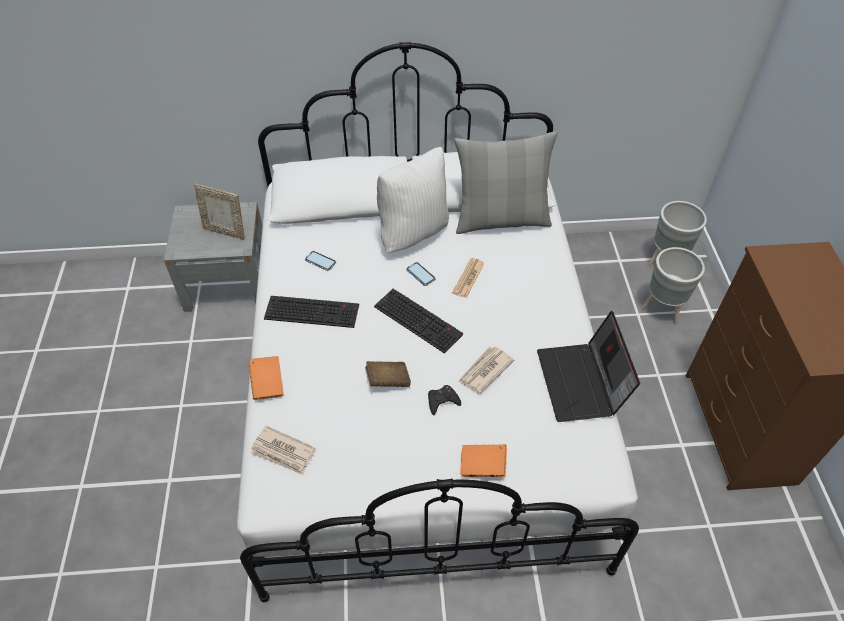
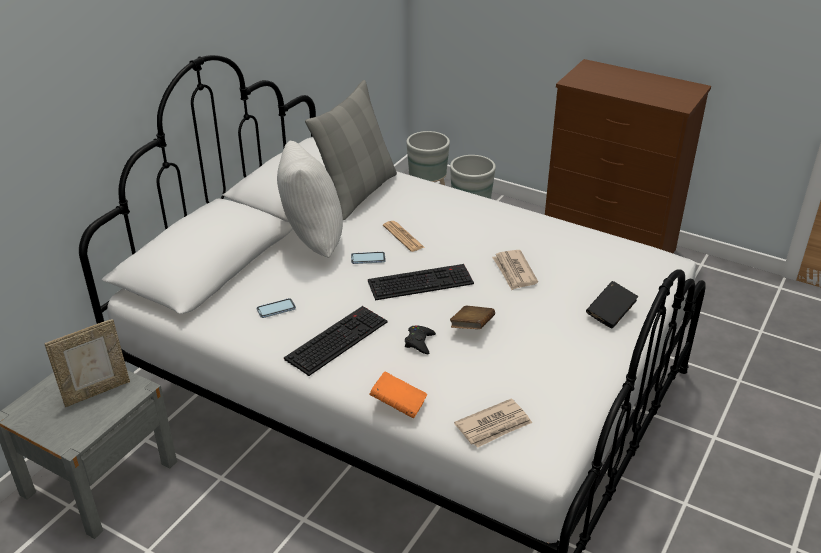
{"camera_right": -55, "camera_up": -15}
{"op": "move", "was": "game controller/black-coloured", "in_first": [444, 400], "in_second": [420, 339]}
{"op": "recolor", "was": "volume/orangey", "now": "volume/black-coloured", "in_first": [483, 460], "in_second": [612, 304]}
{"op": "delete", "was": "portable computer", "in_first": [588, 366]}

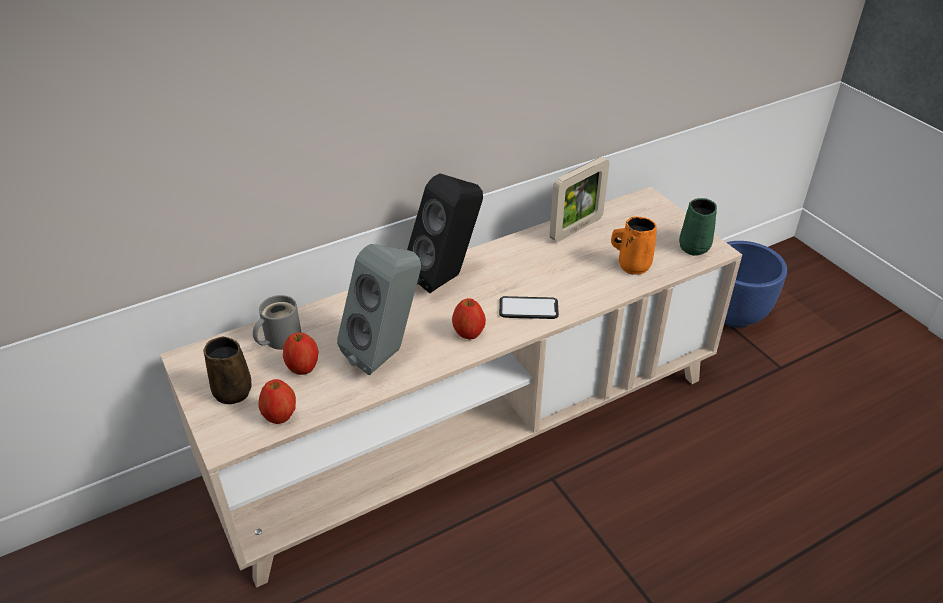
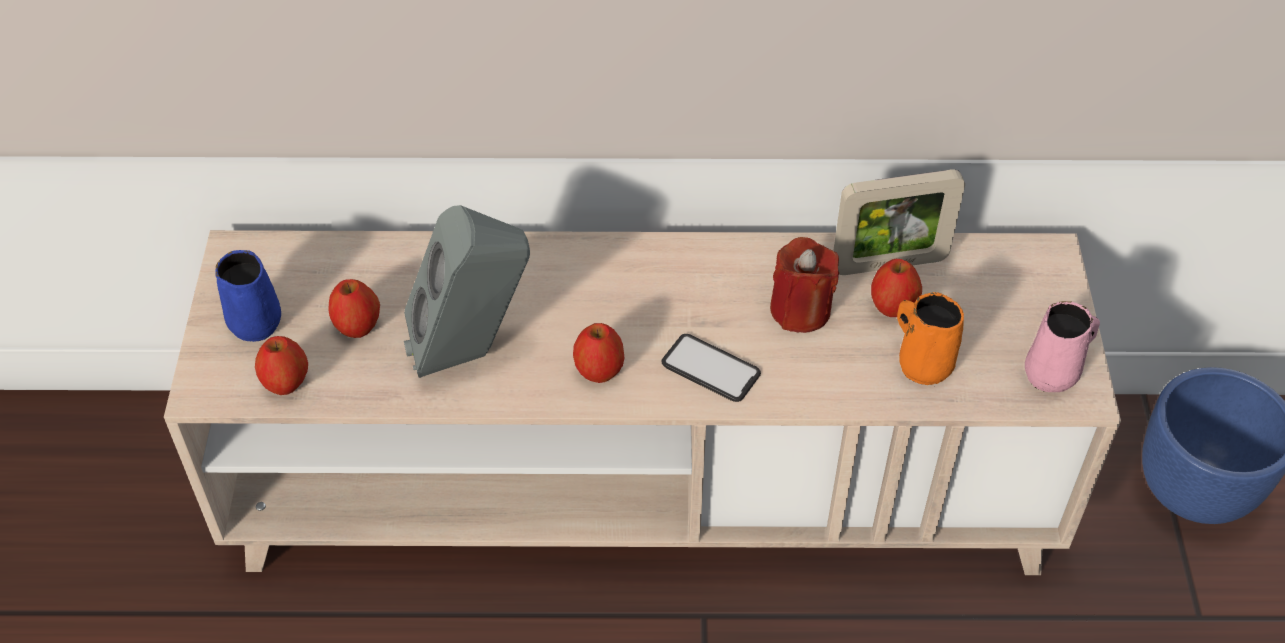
{"camera_right": 30, "camera_up": 10}
{"op": "recolor", "was": "coffee mug/brown", "now": "coffee mug/blue", "in_first": [227, 370], "in_second": [248, 296]}
{"op": "delete", "was": "coffee mug/grey", "in_first": [277, 322]}
{"op": "delete", "was": "speaker/black-coloured", "in_first": [445, 233]}
{"op": "recolor", "was": "coffee mug/green-coloured", "now": "coffee mug/pinkish", "in_first": [698, 227], "in_second": [1062, 346]}
{"op": "insert", "now": "wax candle/reddish", "in_second": [804, 285]}
{"op": "insert", "now": "apple", "in_second": [896, 288]}

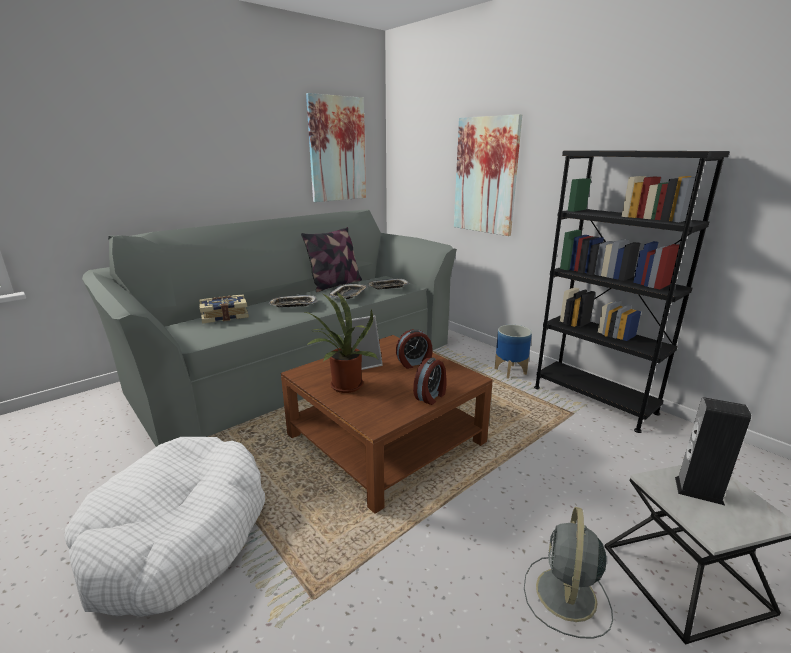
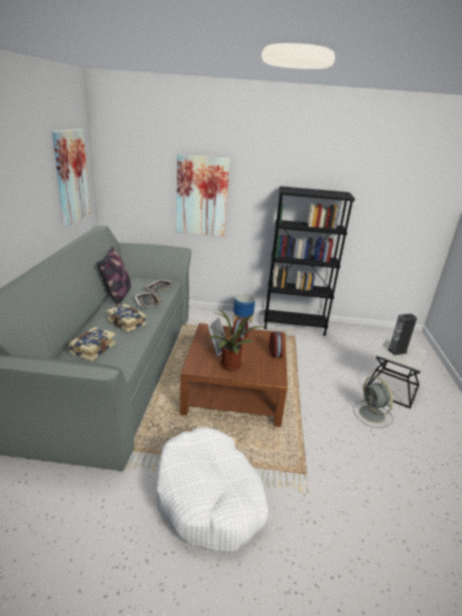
{"camera_right": -45, "camera_up": 5}
{"op": "replace", "was": "tray", "now": "volume", "in_first": [293, 301], "in_second": [126, 318]}

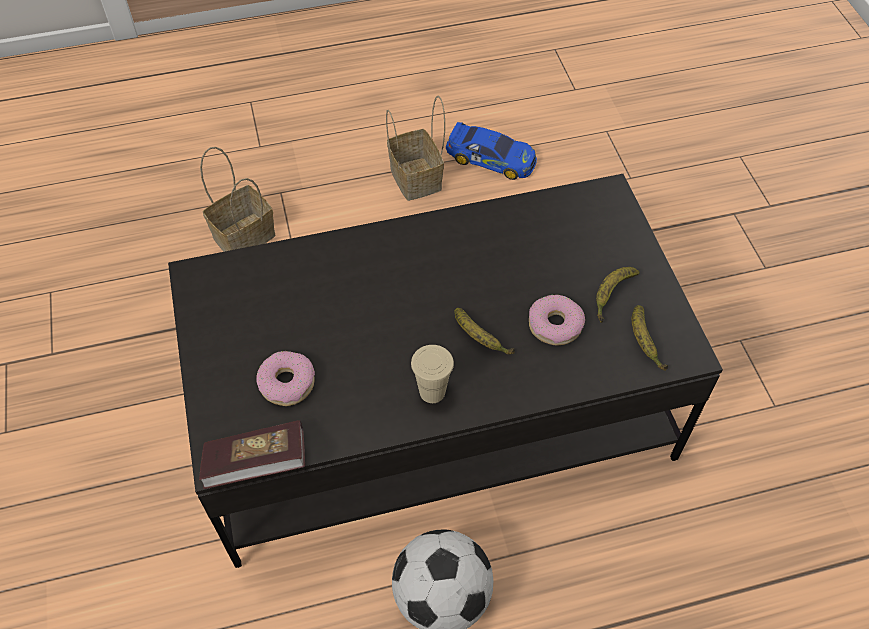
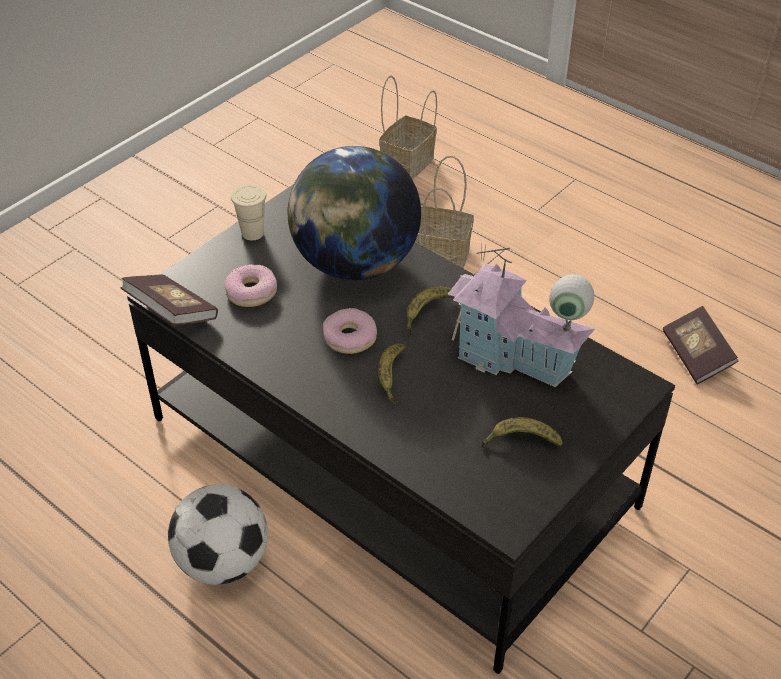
{"camera_right": 55, "camera_up": -10}
{"op": "move", "was": "storage basket", "in_first": [415, 148], "in_second": [408, 127]}
{"op": "move", "was": "cup/beige", "in_first": [432, 374], "in_second": [248, 212]}
{"op": "replace", "was": "toy car", "now": "volume", "in_first": [491, 151], "in_second": [701, 345]}
{"op": "move", "was": "donut", "in_first": [557, 320], "in_second": [350, 331]}
{"op": "move", "was": "whole banana", "in_first": [650, 338], "in_second": [430, 311]}
{"op": "insert", "now": "desk globe", "in_second": [354, 213]}
{"op": "insert", "now": "toy house", "in_second": [521, 315]}

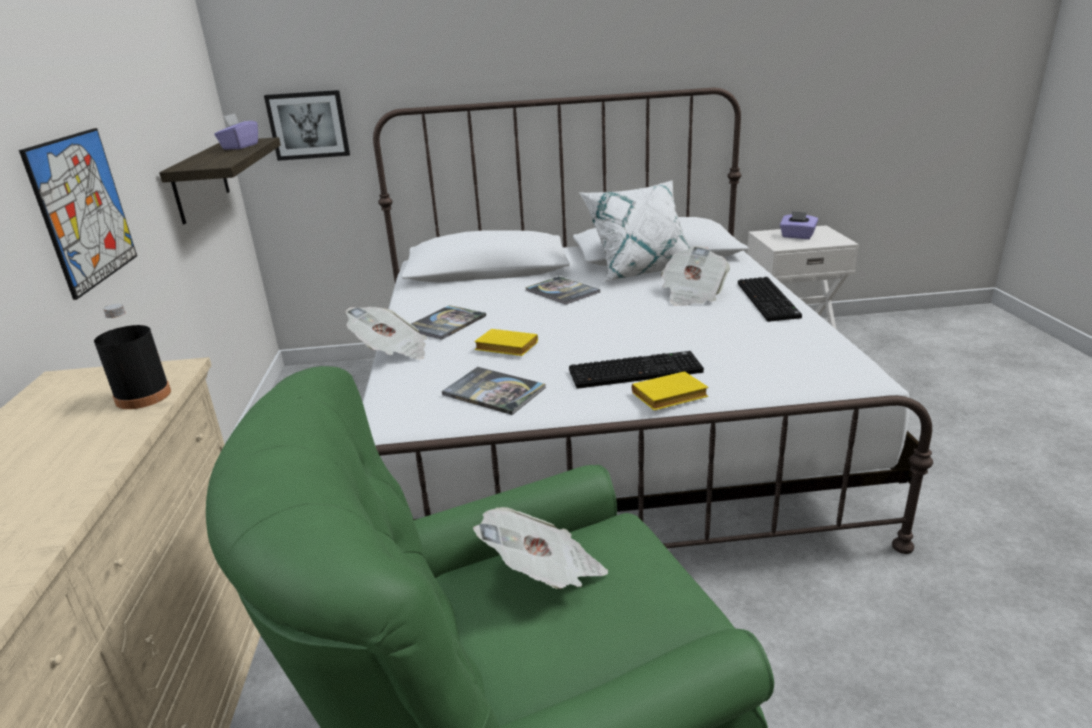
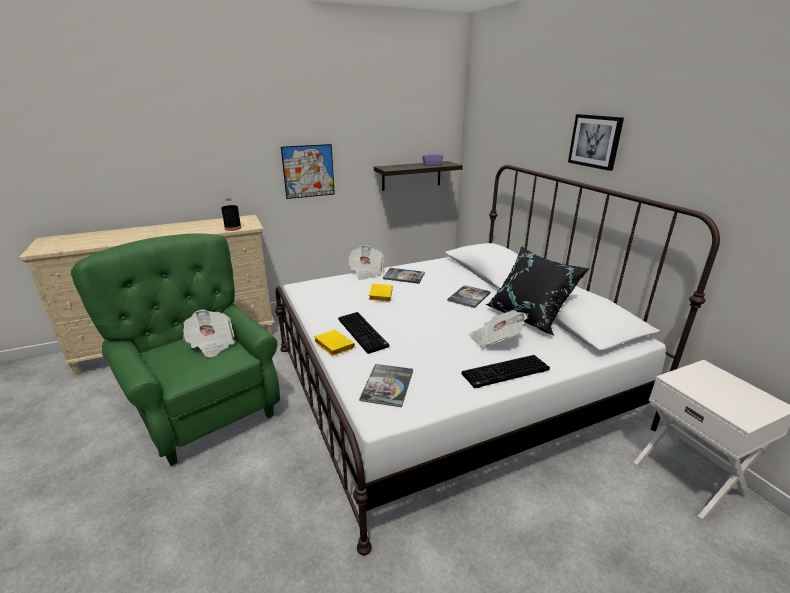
{"camera_right": 70, "camera_up": 0}
{"op": "move", "was": "wall picture", "in_first": [307, 125], "in_second": [596, 142]}
{"op": "move", "was": "volume", "in_first": [494, 391], "in_second": [386, 385]}
{"op": "recolor", "was": "throw pillow/white", "now": "throw pillow/black-coloured", "in_first": [635, 231], "in_second": [537, 291]}
{"op": "delete", "was": "box of tissues/purple", "in_first": [799, 225]}

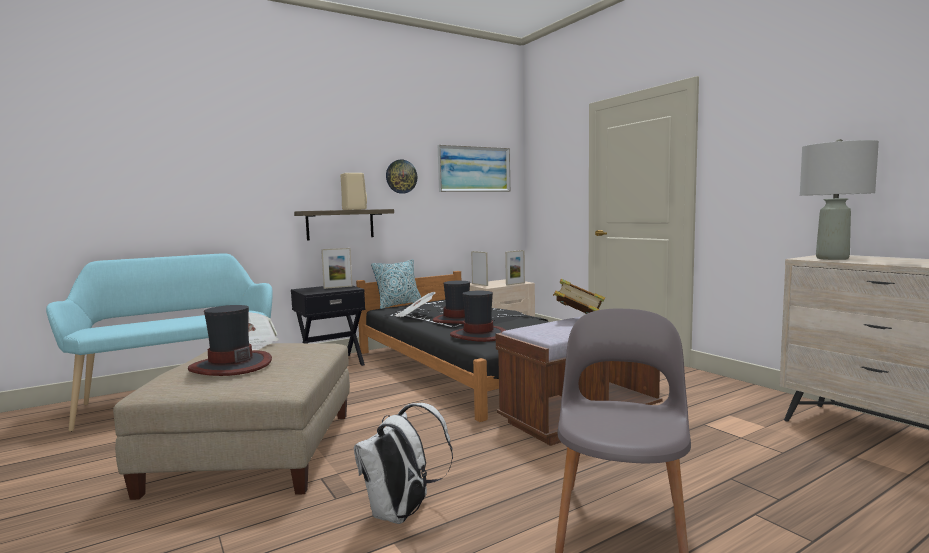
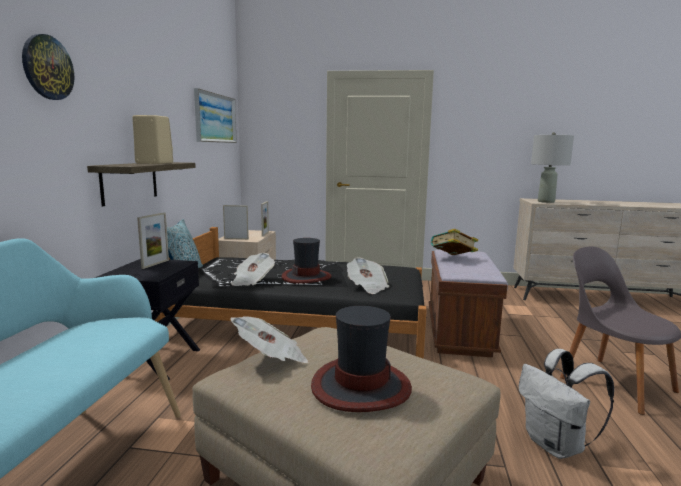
{"camera_right": -50, "camera_up": 5}
{"op": "move", "was": "wall clock", "in_first": [401, 177], "in_second": [48, 67]}
{"op": "replace", "was": "wearable hat", "now": "daily paper", "in_first": [478, 316], "in_second": [368, 275]}

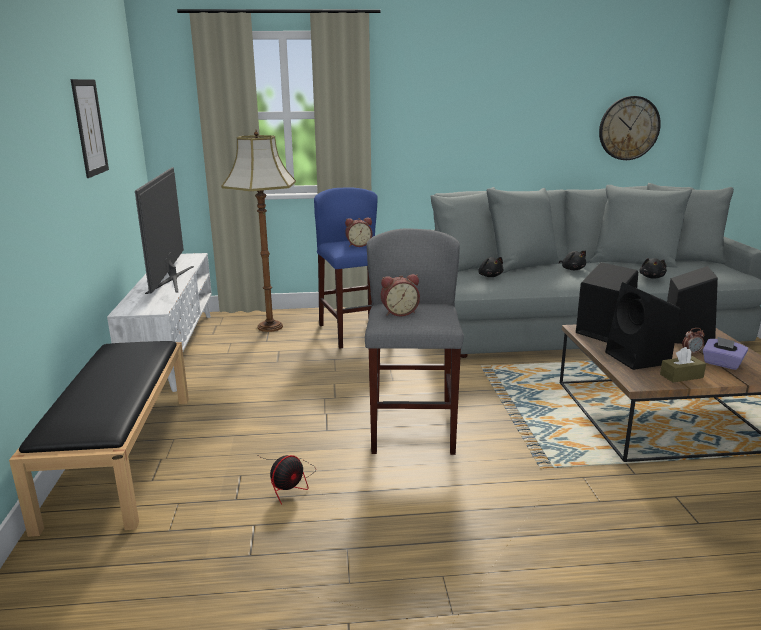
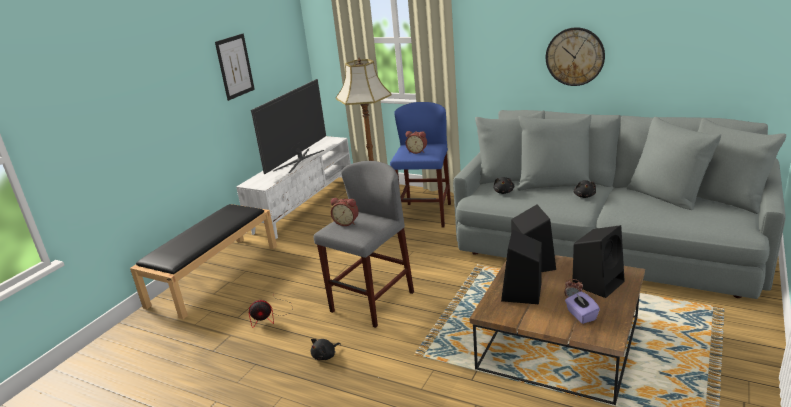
{"camera_right": 35, "camera_up": 5}
{"op": "move", "was": "wall clock", "in_first": [630, 128], "in_second": [575, 56]}
{"op": "move", "was": "soft toy/black-coloured", "in_first": [653, 268], "in_second": [325, 349]}
{"op": "delete", "was": "box of tissues/brown", "in_first": [683, 364]}

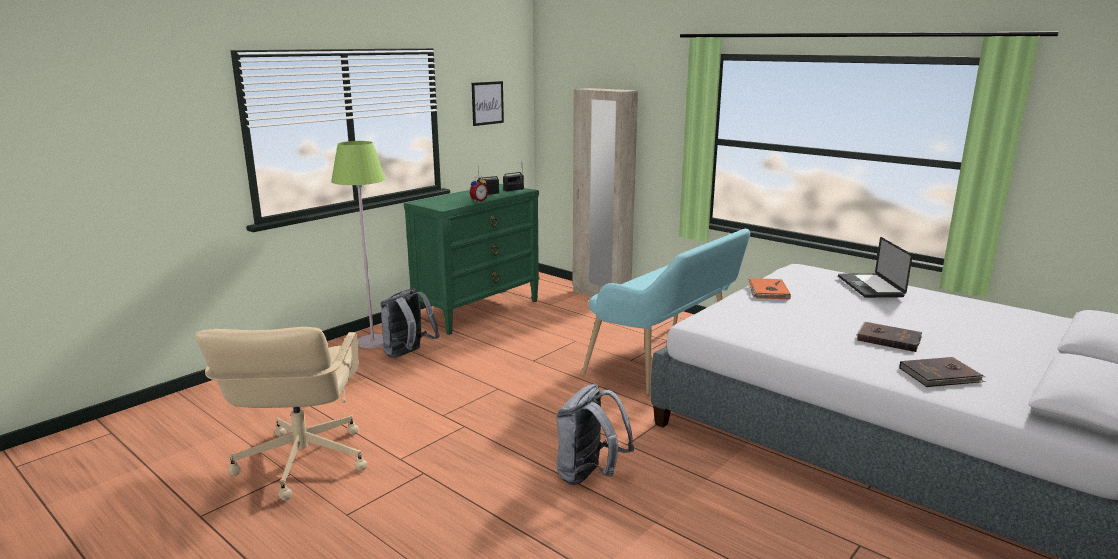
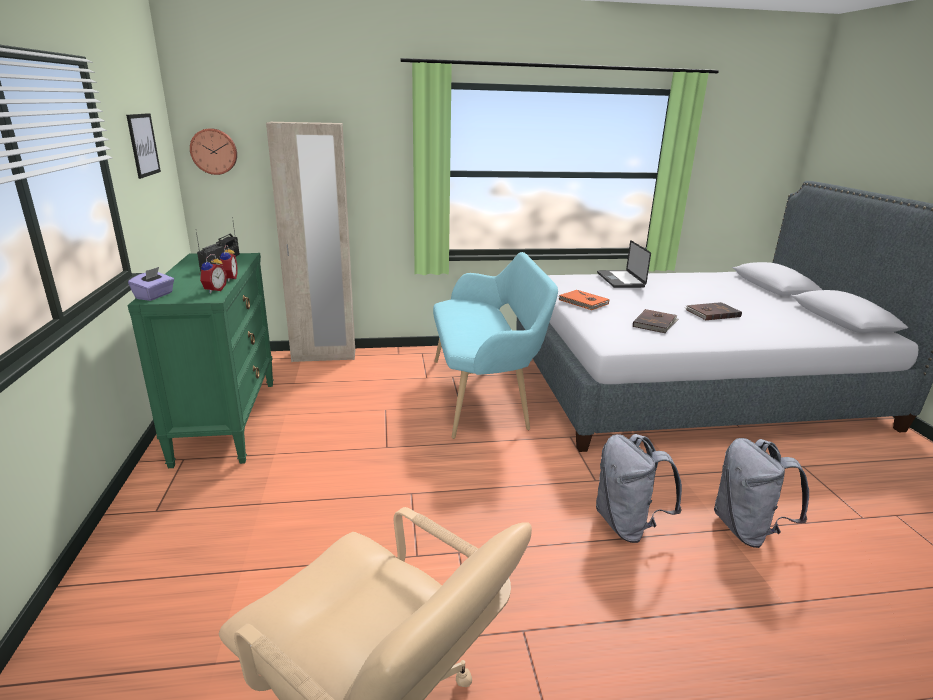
{"camera_right": -50, "camera_up": 5}
{"op": "delete", "was": "floor lamp/green-coloured", "in_first": [358, 245]}
{"op": "move", "was": "backpack/grey", "in_first": [410, 323], "in_second": [761, 493]}
{"op": "rotate", "was": "portable computer", "in_first": [875, 267], "in_second": [624, 264], "clockwise": 45}
{"op": "move", "was": "volume/brown", "in_first": [942, 372], "in_second": [655, 321]}
{"op": "insert", "now": "box of tissues/purple", "in_second": [151, 284]}
{"op": "insert", "now": "wall clock", "in_second": [213, 151]}
{"op": "insert", "now": "bedside clock", "in_second": [213, 273]}

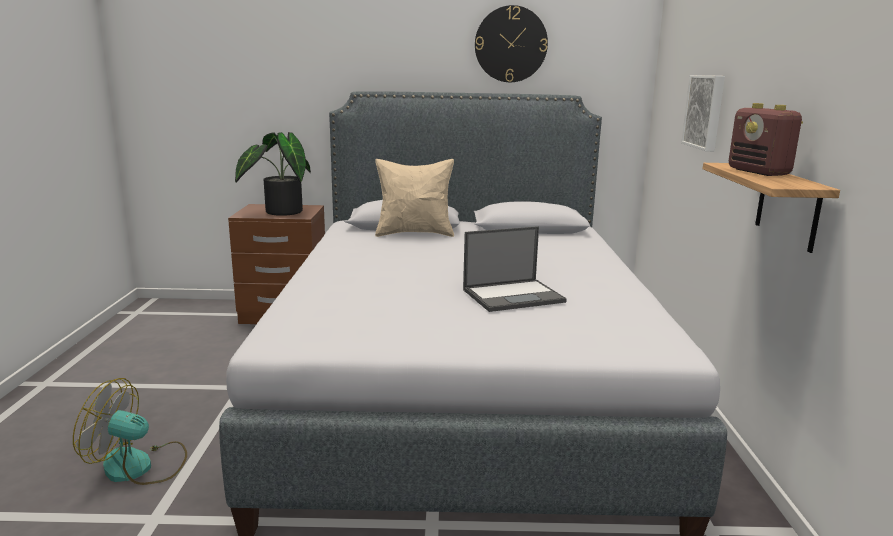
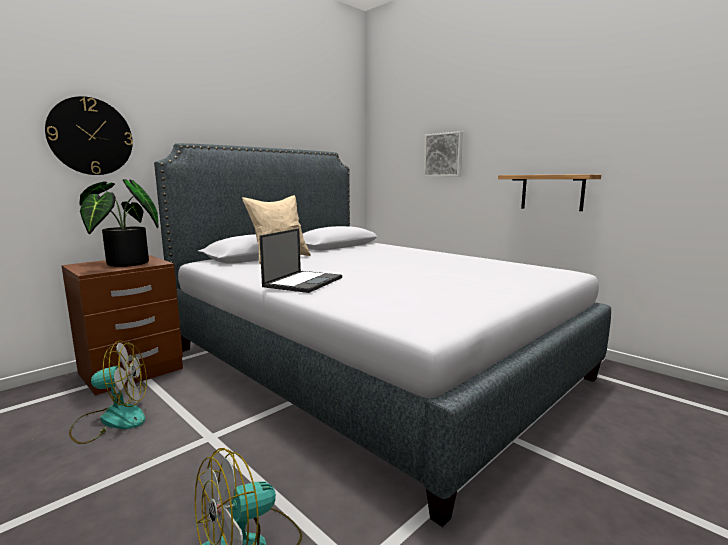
{"camera_right": -45, "camera_up": -5}
{"op": "move", "was": "portable computer", "in_first": [515, 269], "in_second": [300, 260]}
{"op": "move", "was": "wall clock", "in_first": [511, 43], "in_second": [89, 135]}
{"op": "delete", "was": "radio set", "in_first": [766, 139]}
{"op": "insert", "now": "electric fan", "in_second": [108, 392]}

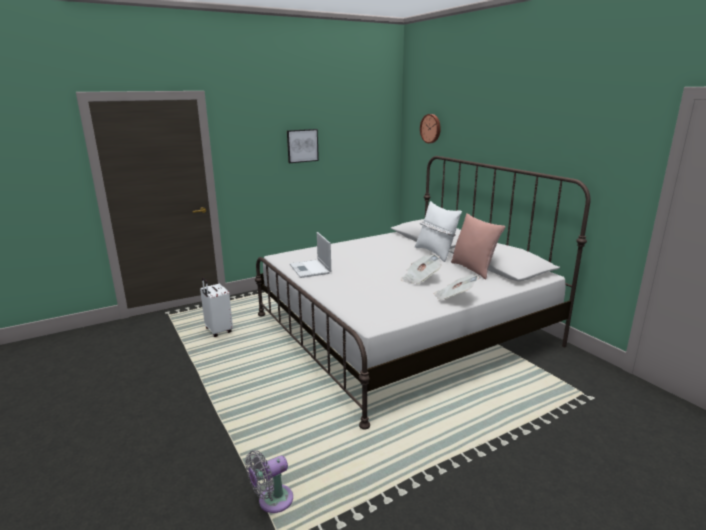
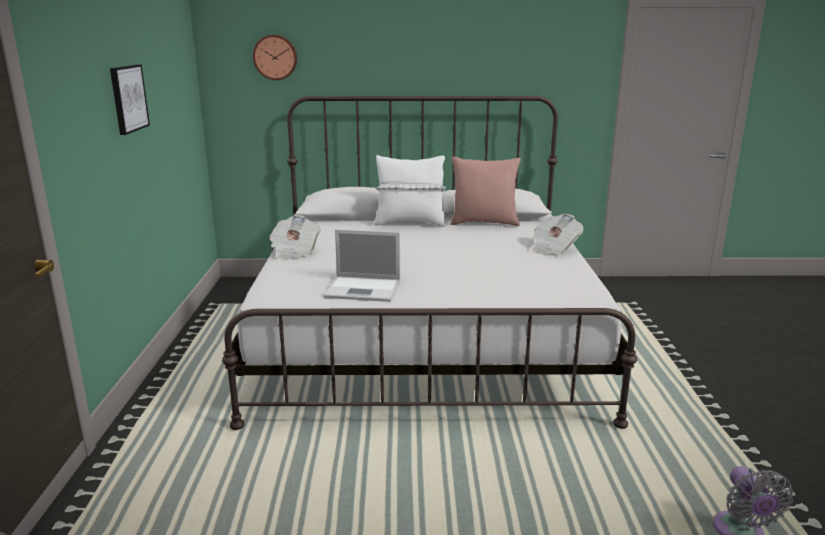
{"camera_right": -60, "camera_up": 0}
{"op": "delete", "was": "travel case/white", "in_first": [216, 307]}
{"op": "move", "was": "daily paper", "in_first": [421, 269], "in_second": [295, 237]}

